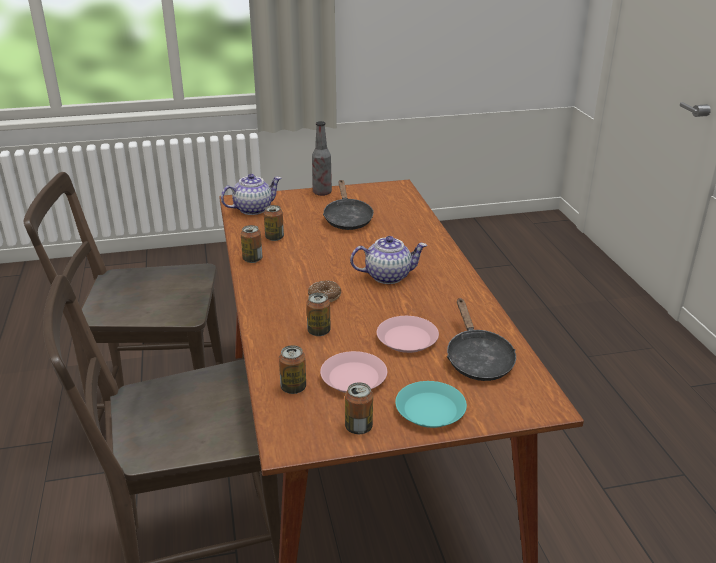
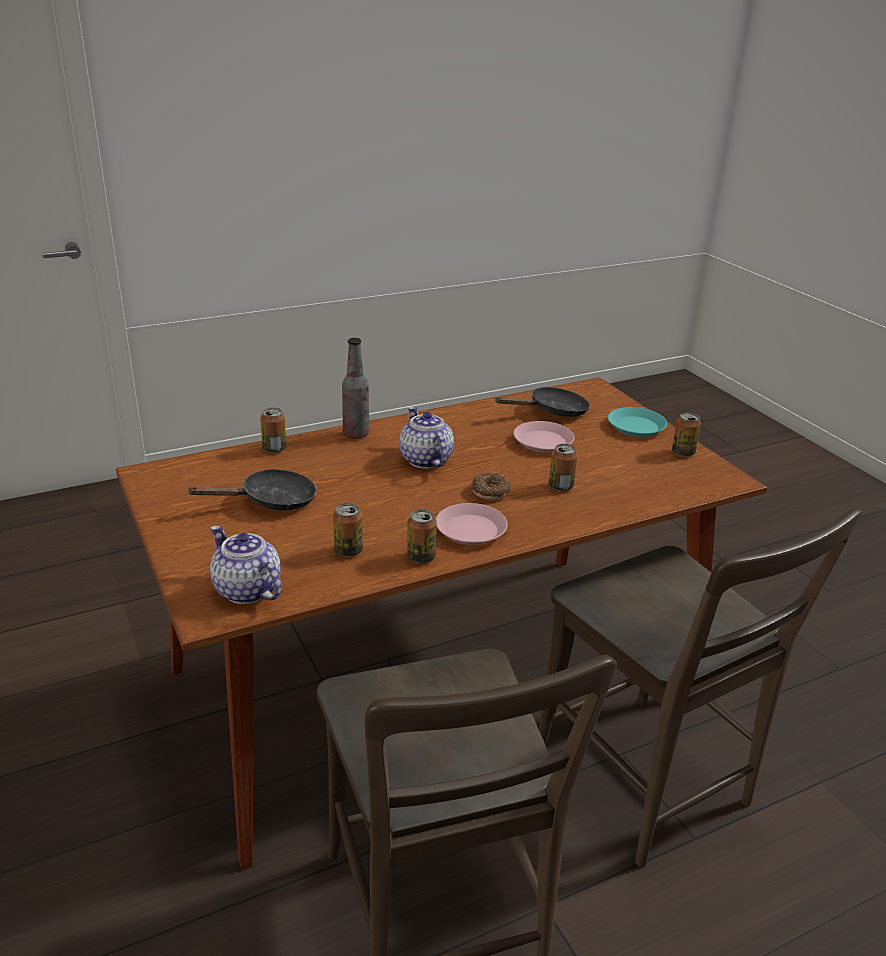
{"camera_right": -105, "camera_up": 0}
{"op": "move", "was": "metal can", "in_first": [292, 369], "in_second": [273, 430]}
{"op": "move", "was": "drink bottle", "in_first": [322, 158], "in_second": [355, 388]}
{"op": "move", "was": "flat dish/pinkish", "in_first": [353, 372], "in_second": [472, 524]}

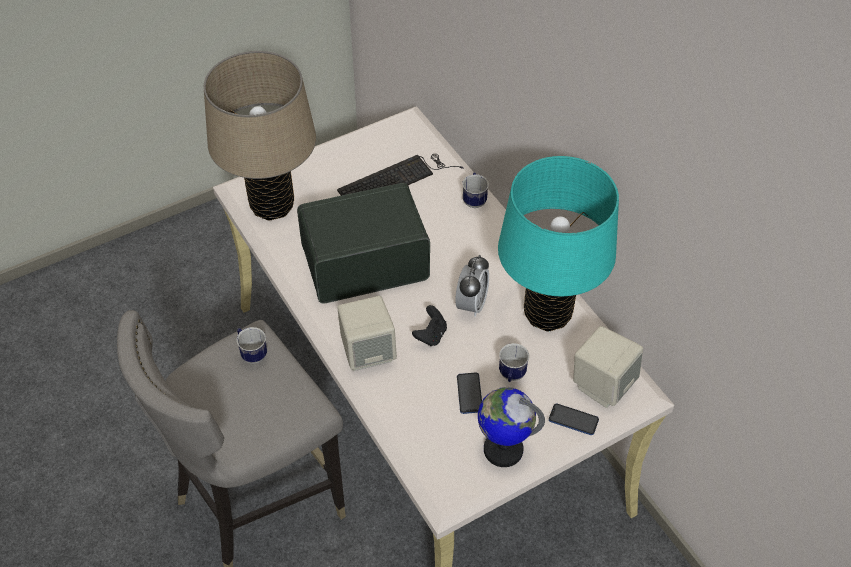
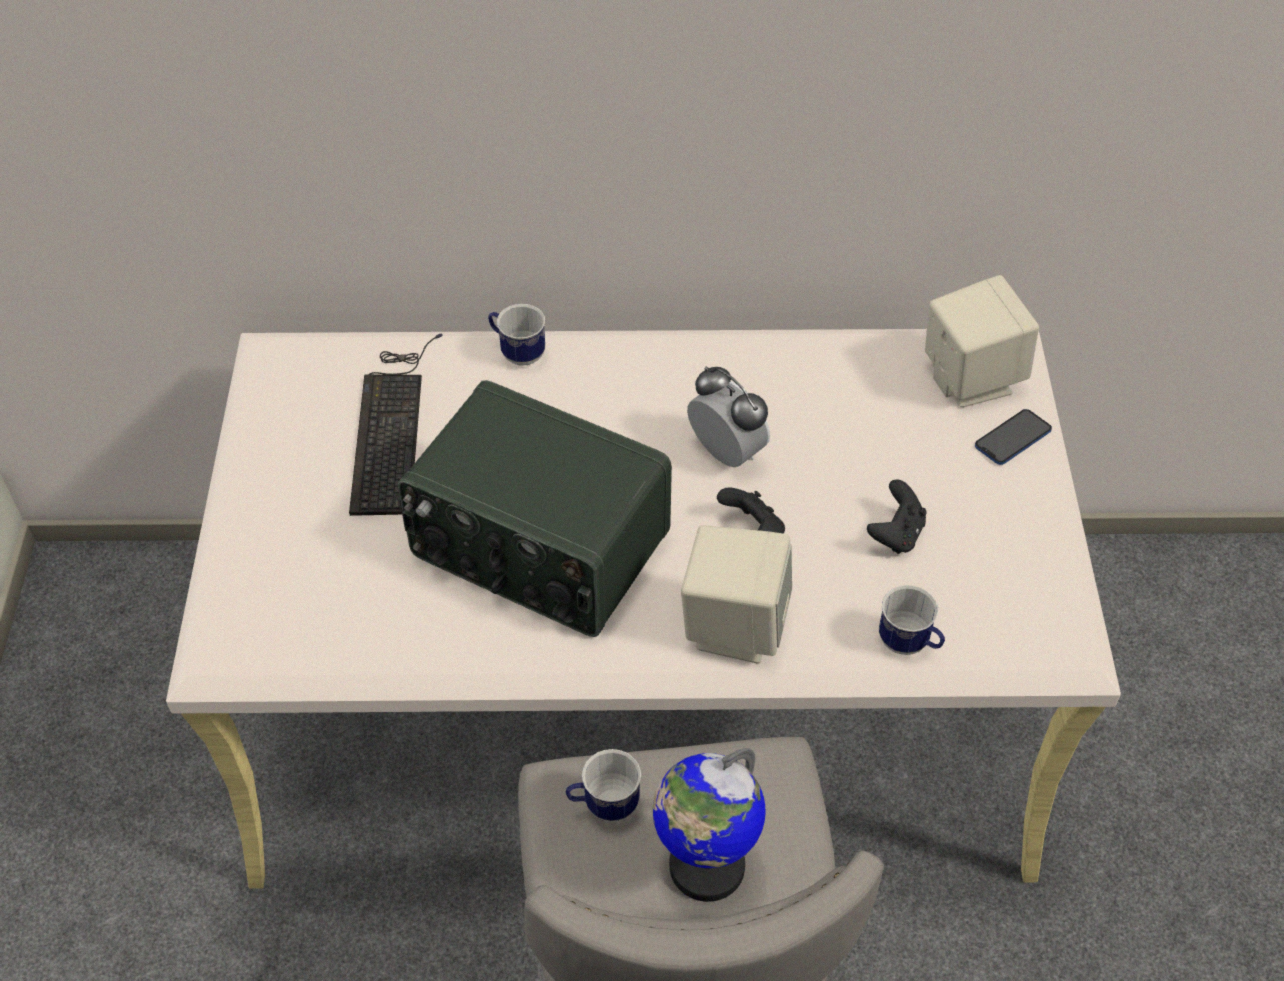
{"camera_right": -60, "camera_up": 0}
{"op": "delete", "was": "table lamp/beige", "in_first": [260, 135]}
{"op": "rotate", "was": "radio set", "in_first": [363, 243], "in_second": [535, 508], "clockwise": -75}
{"op": "replace", "was": "telephone", "now": "game controller/black-coloured", "in_first": [469, 393], "in_second": [897, 516]}
{"op": "move", "was": "desk globe", "in_first": [511, 427], "in_second": [708, 825]}
{"op": "delete", "was": "table lamp/turquoise", "in_first": [558, 243]}
{"op": "move", "was": "coffee mug", "in_first": [514, 362], "in_second": [912, 620]}

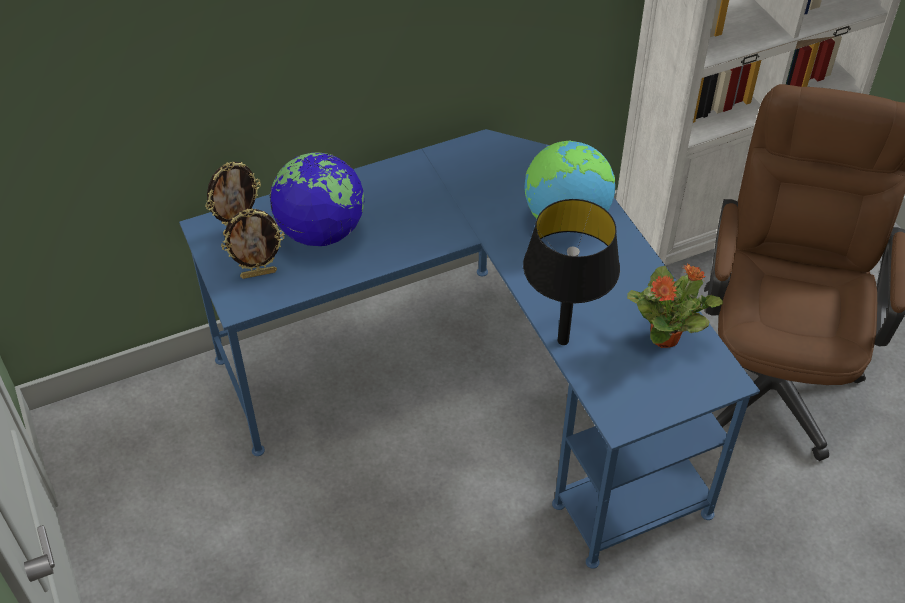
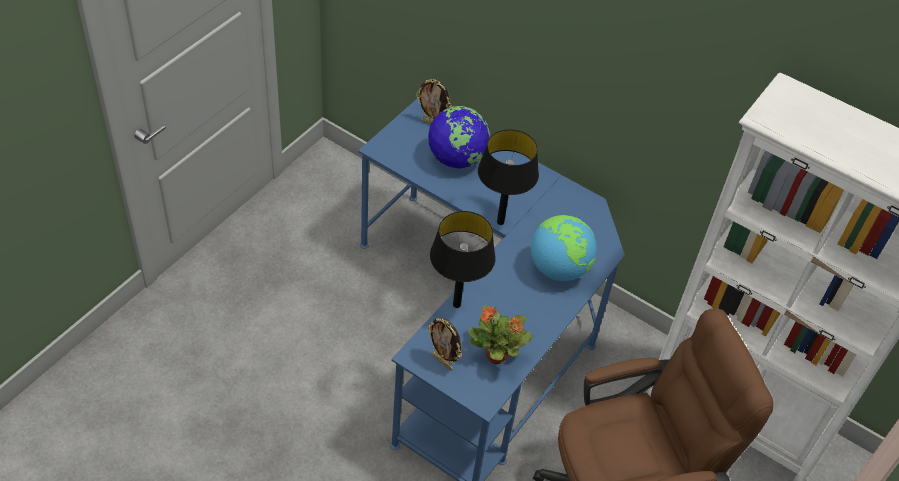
{"camera_right": 55, "camera_up": 0}
{"op": "move", "was": "standing frame", "in_first": [253, 244], "in_second": [445, 344]}
{"op": "insert", "now": "table lamp/black-coloured", "in_second": [508, 177]}

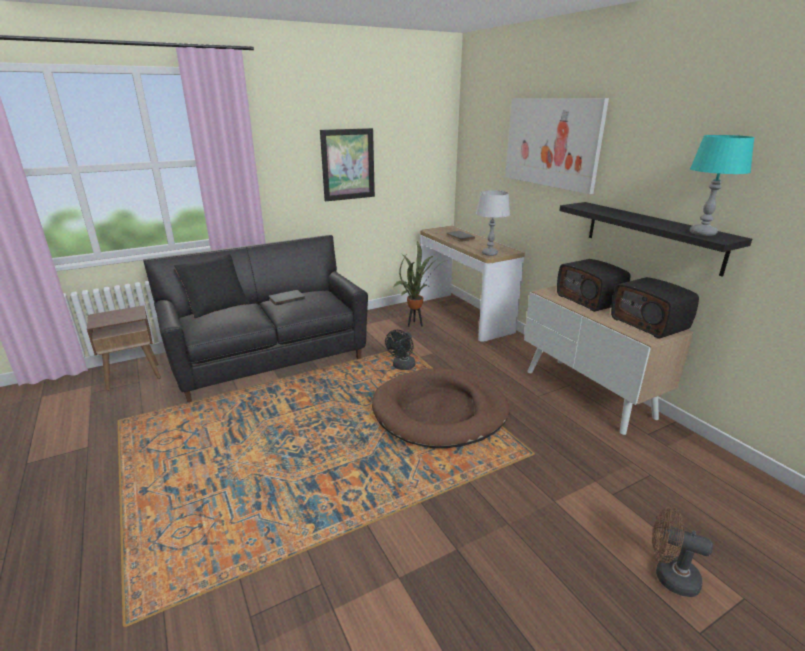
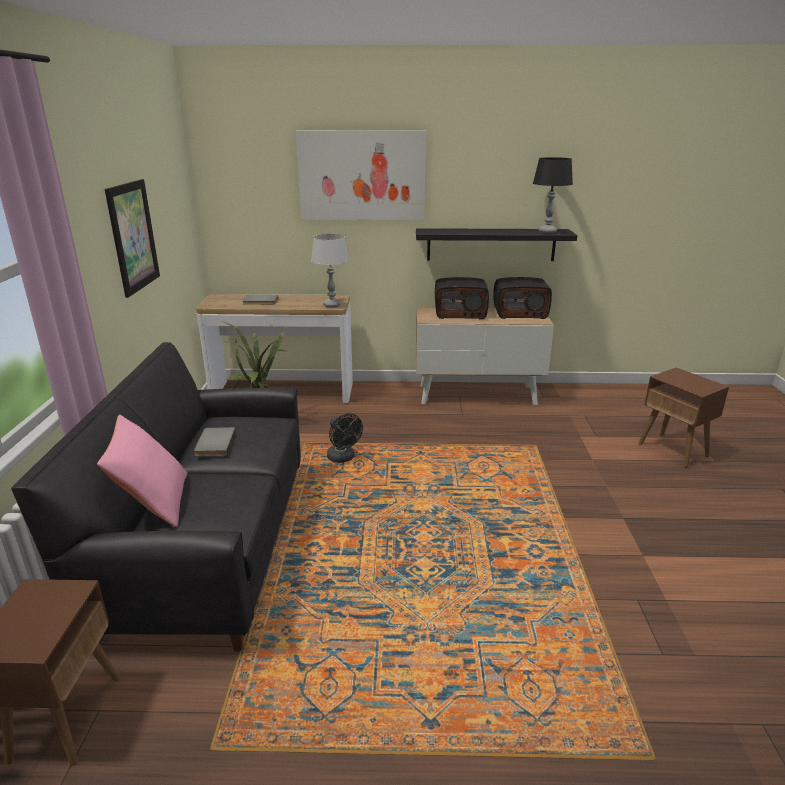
{"camera_right": -60, "camera_up": 0}
{"op": "recolor", "was": "throw pillow/black-coloured", "now": "throw pillow/pinkish", "in_first": [212, 286], "in_second": [142, 470]}
{"op": "delete", "was": "dog bed/brown", "in_first": [441, 408]}
{"op": "replace", "was": "electric fan/brown", "now": "end table/brown", "in_first": [682, 551], "in_second": [684, 417]}
{"op": "recolor", "was": "table lamp/turquoise", "now": "table lamp/black-coloured", "in_first": [722, 185], "in_second": [553, 195]}

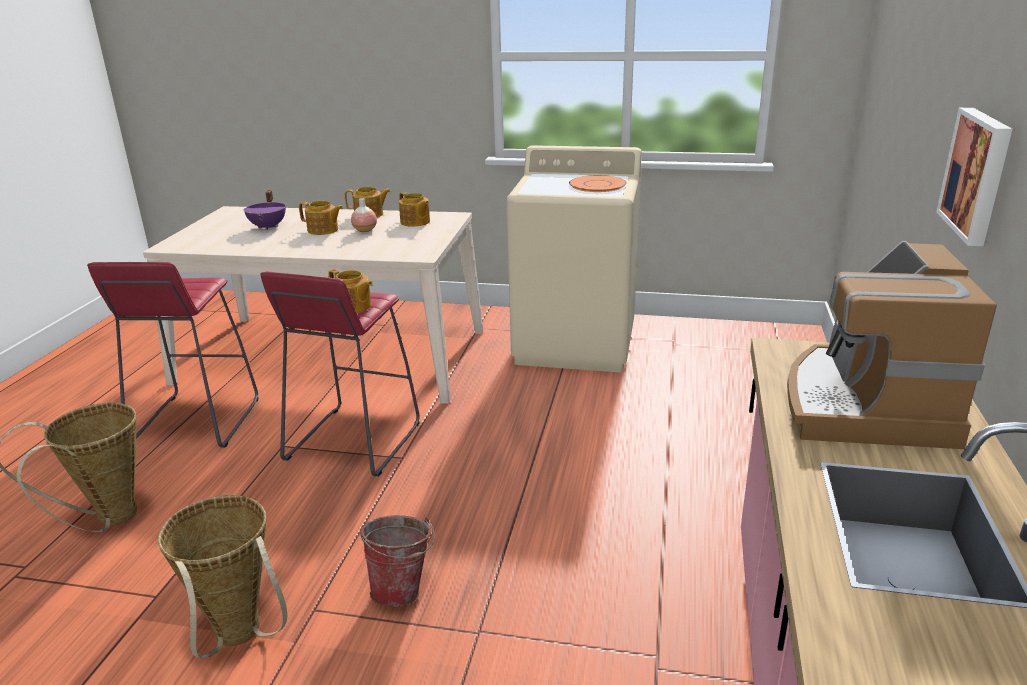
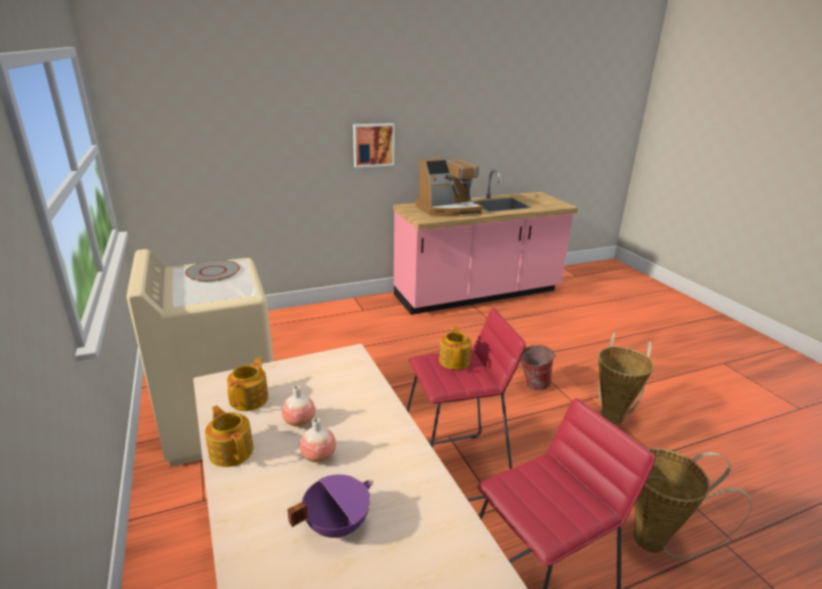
{"camera_right": -125, "camera_up": 0}
{"op": "replace", "was": "pot for tea", "now": "flower vase", "in_first": [321, 218], "in_second": [318, 440]}
{"op": "recolor", "was": "flat dish/orangey", "now": "flat dish/grey", "in_first": [598, 183], "in_second": [212, 271]}

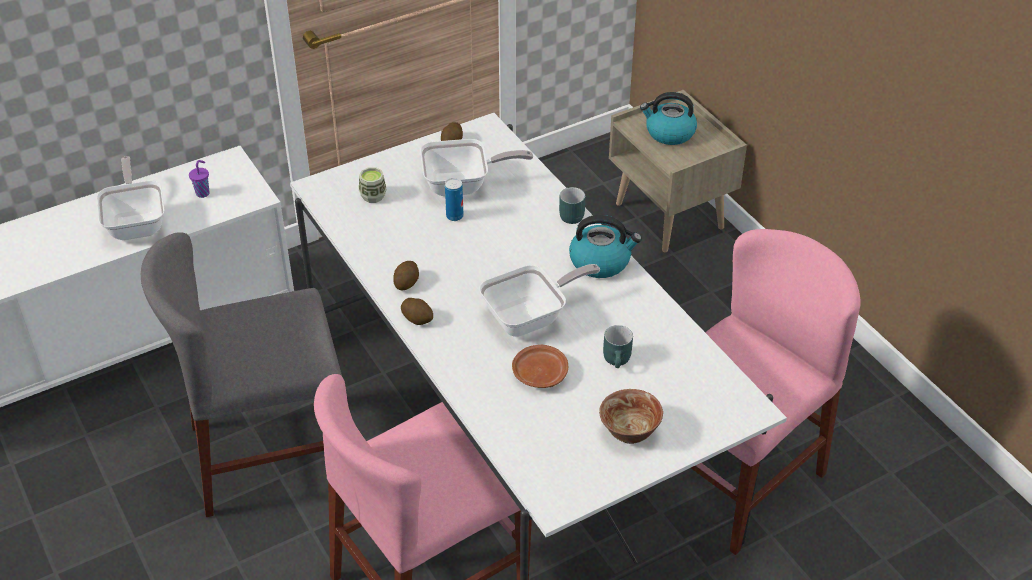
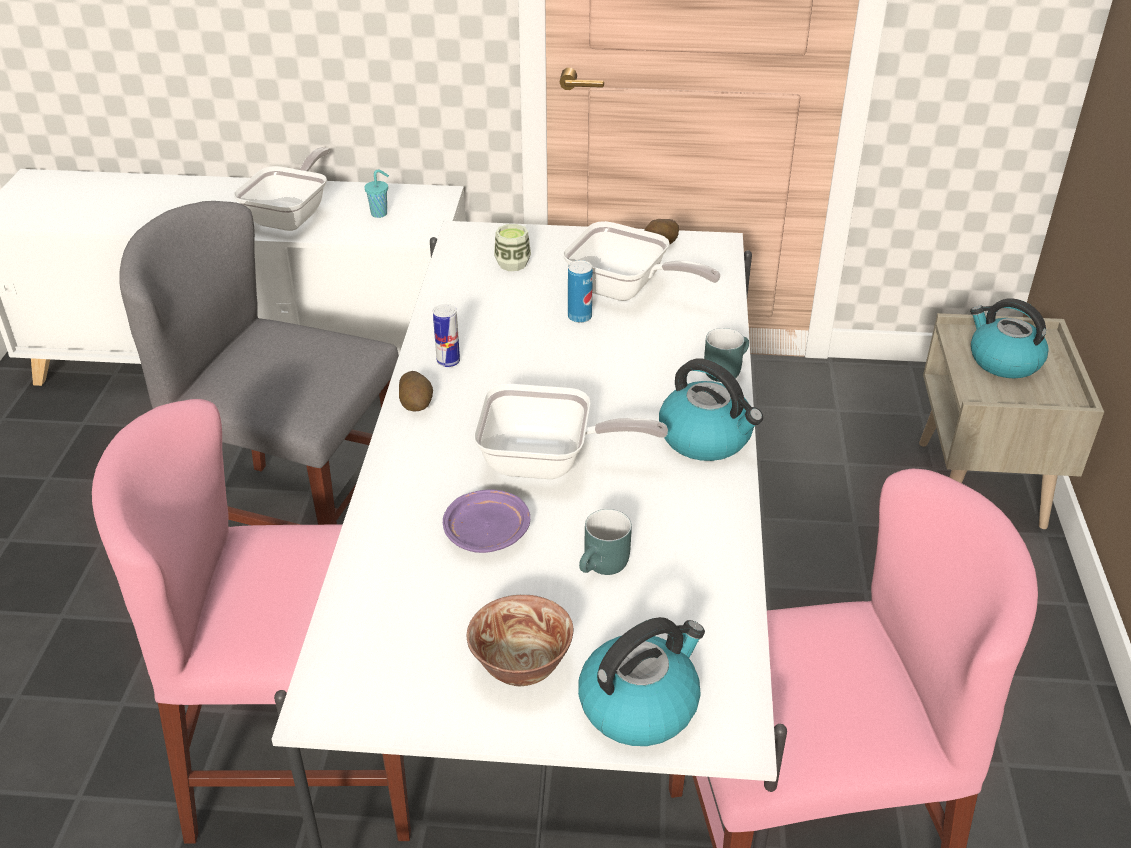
{"camera_right": 35, "camera_up": -5}
{"op": "recolor", "was": "cup/purple", "now": "cup/turquoise", "in_first": [199, 179], "in_second": [376, 194]}
{"op": "replace", "was": "potato", "now": "metal can", "in_first": [406, 276], "in_second": [446, 335]}
{"op": "recolor", "was": "flat dish/brown", "now": "flat dish/purple", "in_first": [540, 366], "in_second": [486, 521]}
{"op": "insert", "now": "kettle", "in_second": [641, 681]}

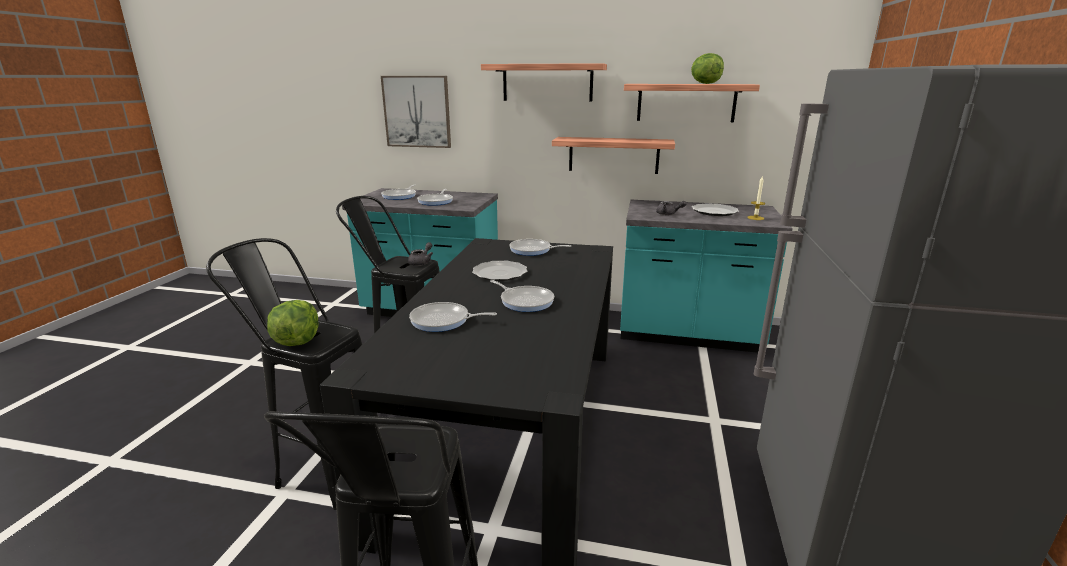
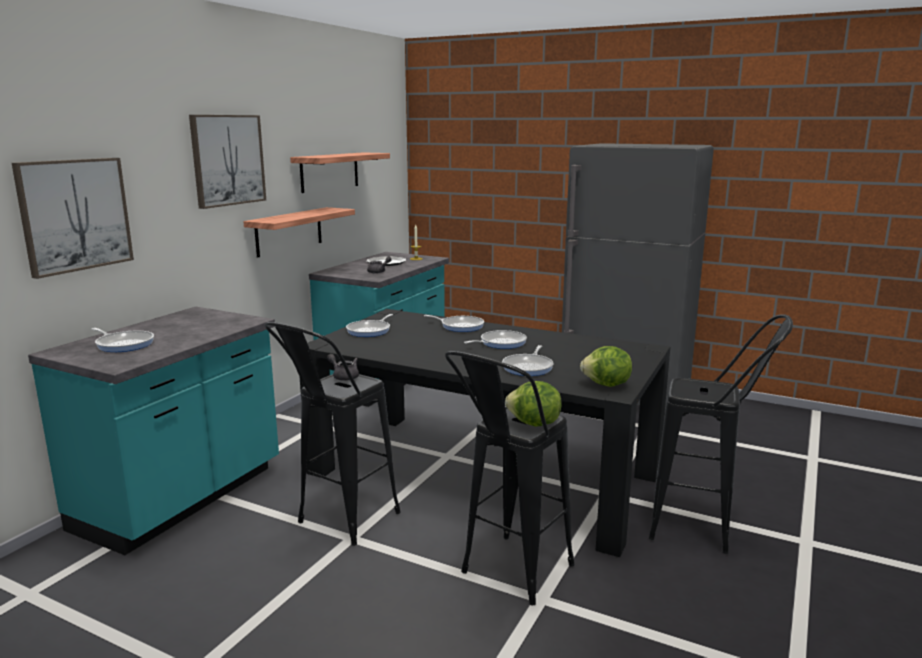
{"camera_right": -75, "camera_up": -5}
{"op": "move", "was": "frying pan", "in_first": [435, 197], "in_second": [454, 323]}
{"op": "delete", "was": "flat dish", "in_first": [499, 270]}
{"op": "replace", "was": "shelf", "now": "wall picture", "in_first": [544, 82], "in_second": [227, 162]}
{"op": "move", "was": "lettuce", "in_first": [707, 68], "in_second": [606, 366]}

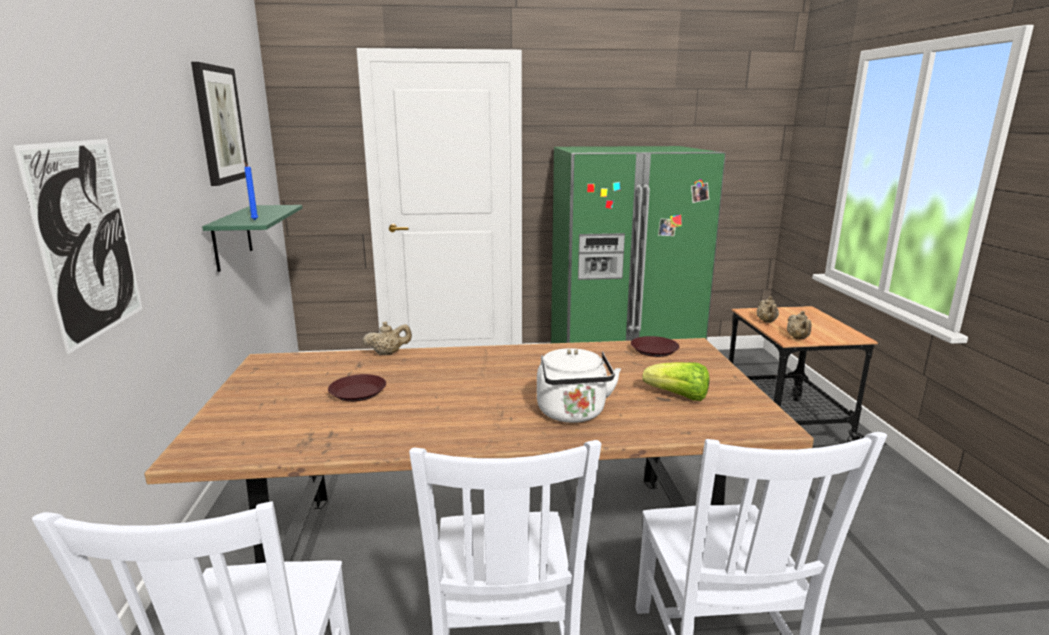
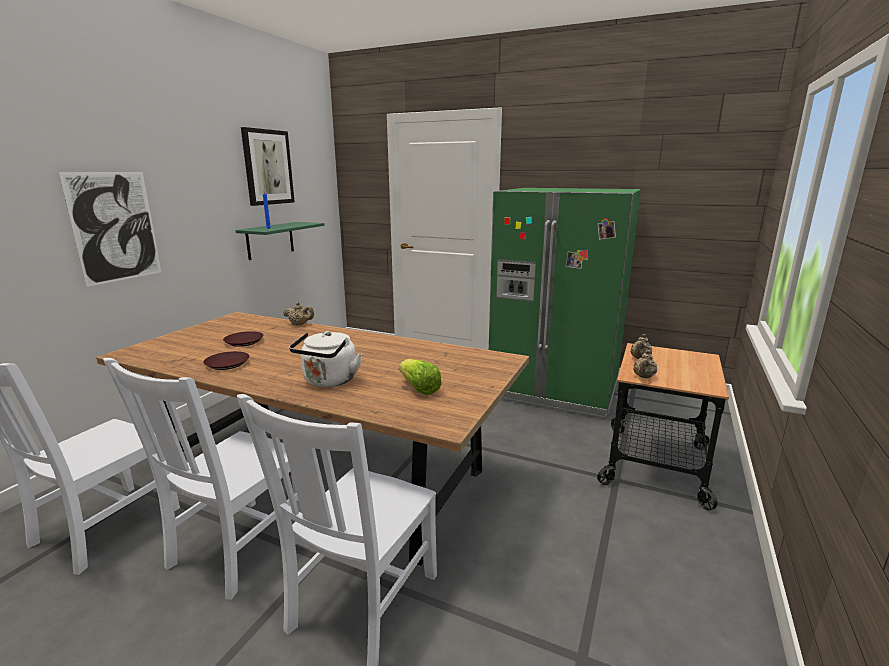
{"camera_right": 30, "camera_up": 0}
{"op": "move", "was": "flat dish/brown", "in_first": [655, 346], "in_second": [226, 360]}

